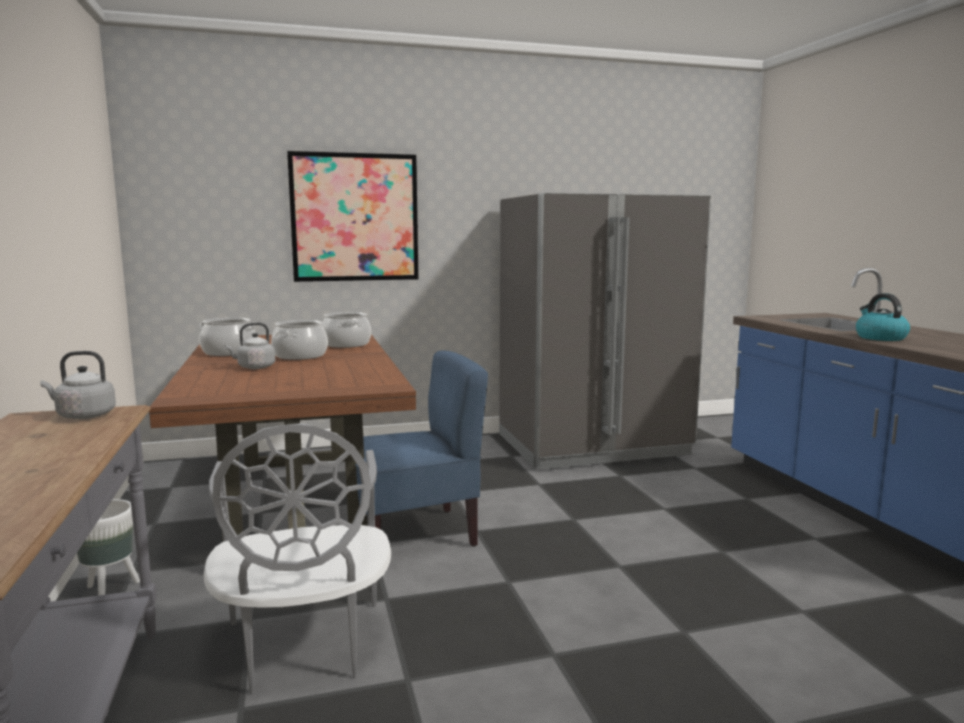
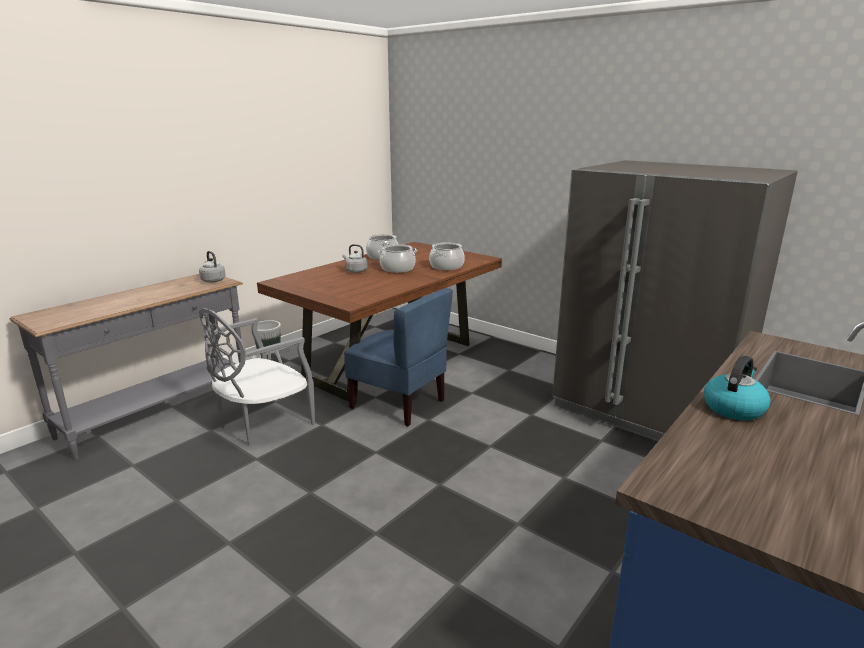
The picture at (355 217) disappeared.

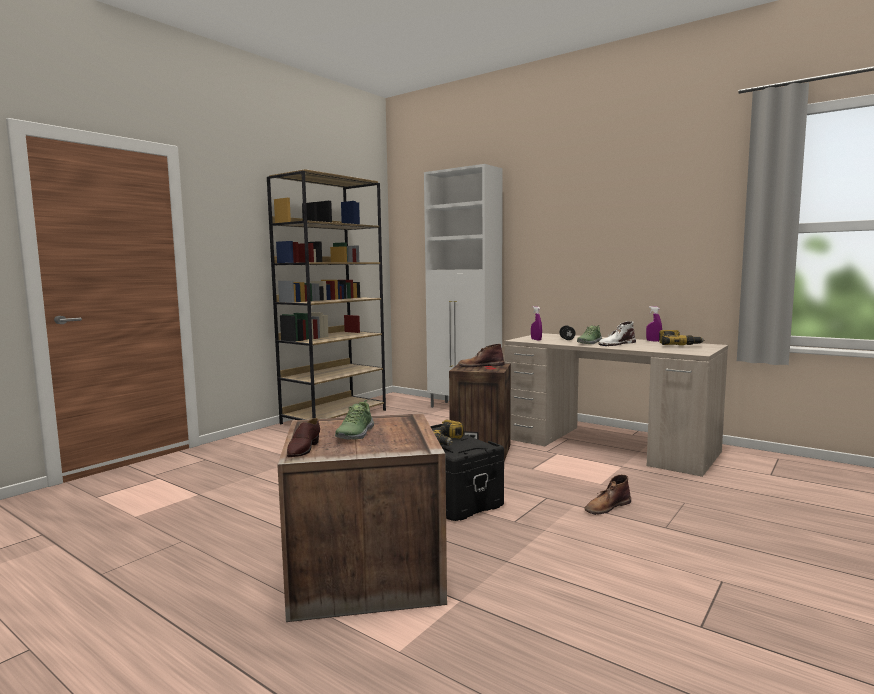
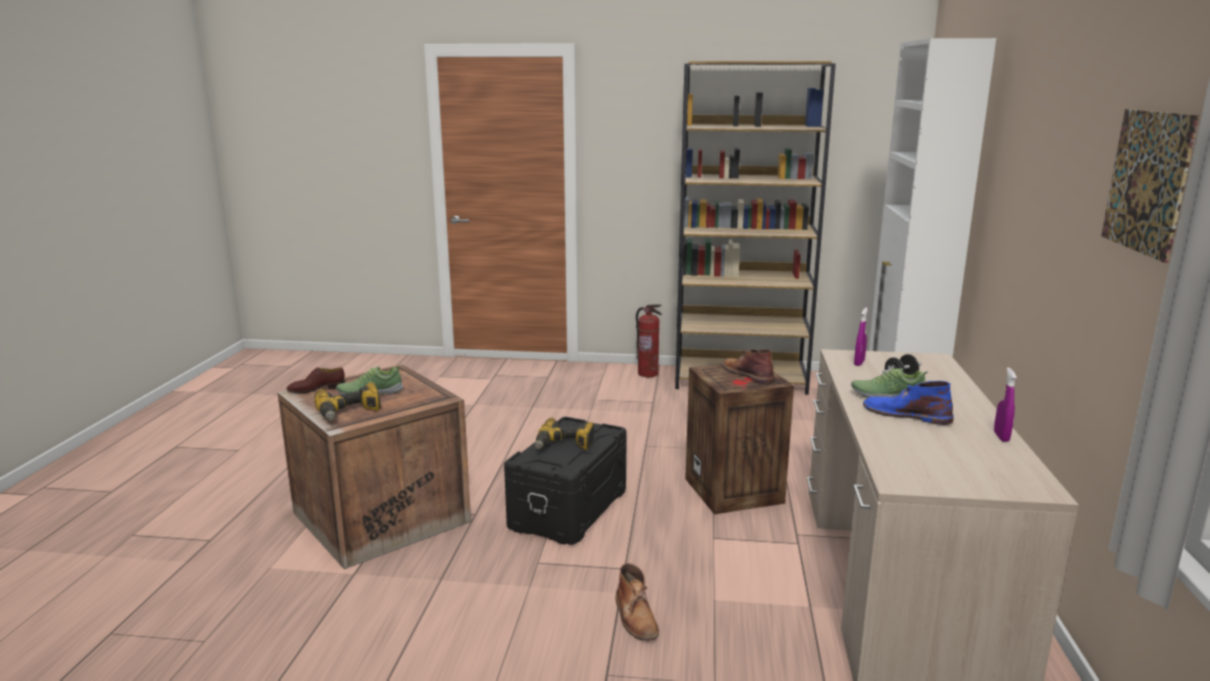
The fire extinguisher at (648 373) appeared.
The picture at (1147 182) appeared.
The power drill moved from (677 345) to (349 412).
The white boot at (616 344) became the blue boot at (906 414).
The brown boot at (607 506) turned 135 degrees counterclockwise.

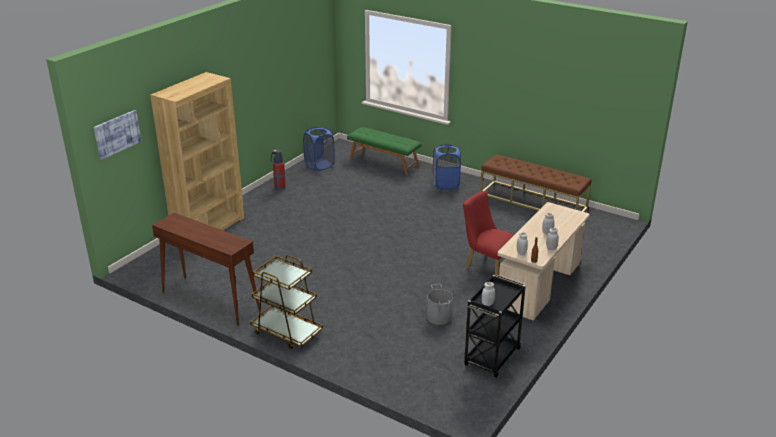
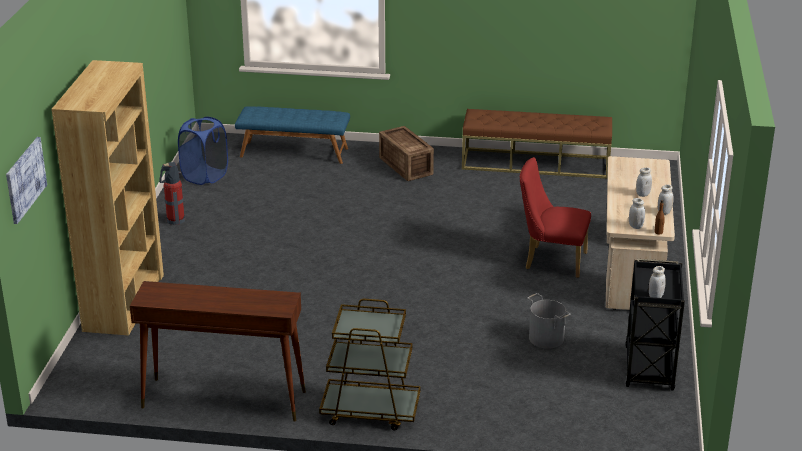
The blue laundry basket at (445 184) was replaced by the crate at (406 165).
The green bench at (384 162) became the blue bench at (294 152).

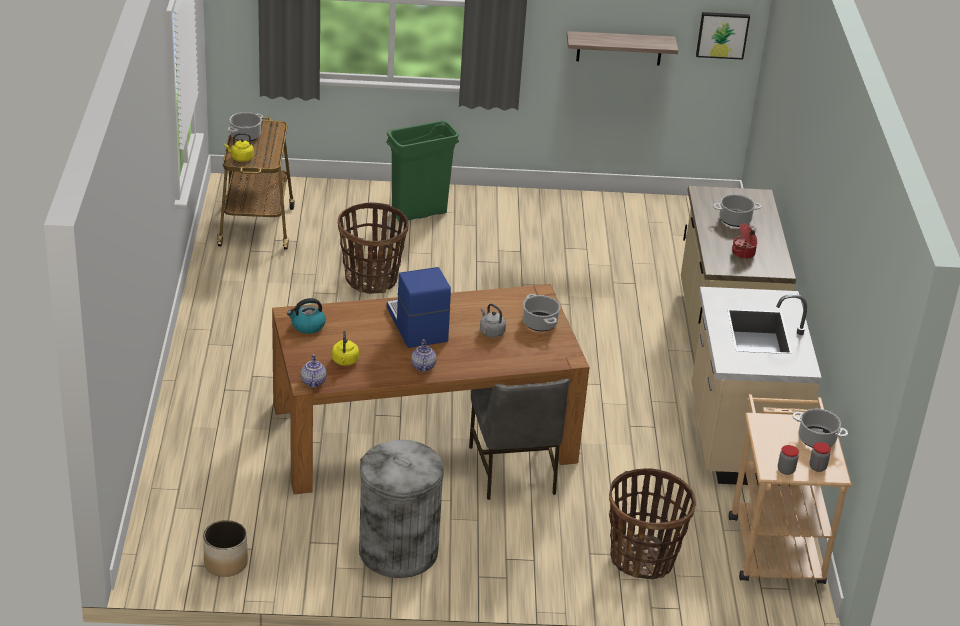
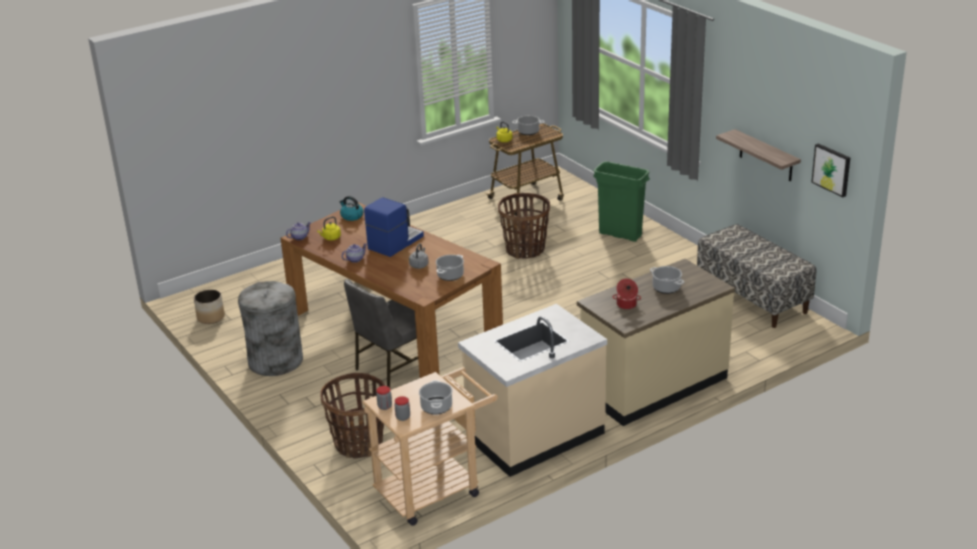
The bench at (753 298) appeared.

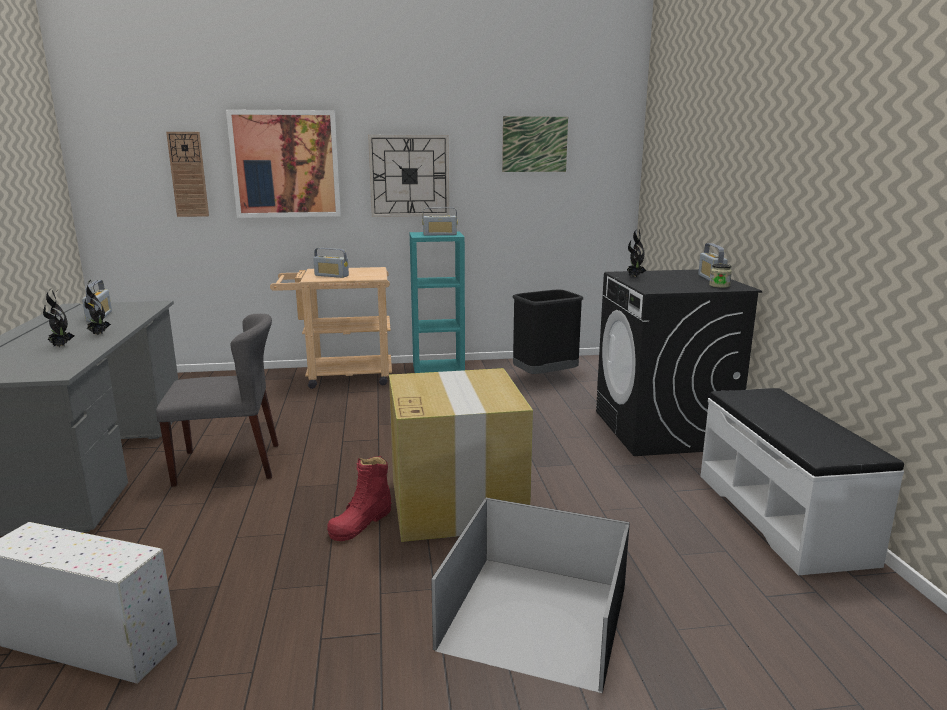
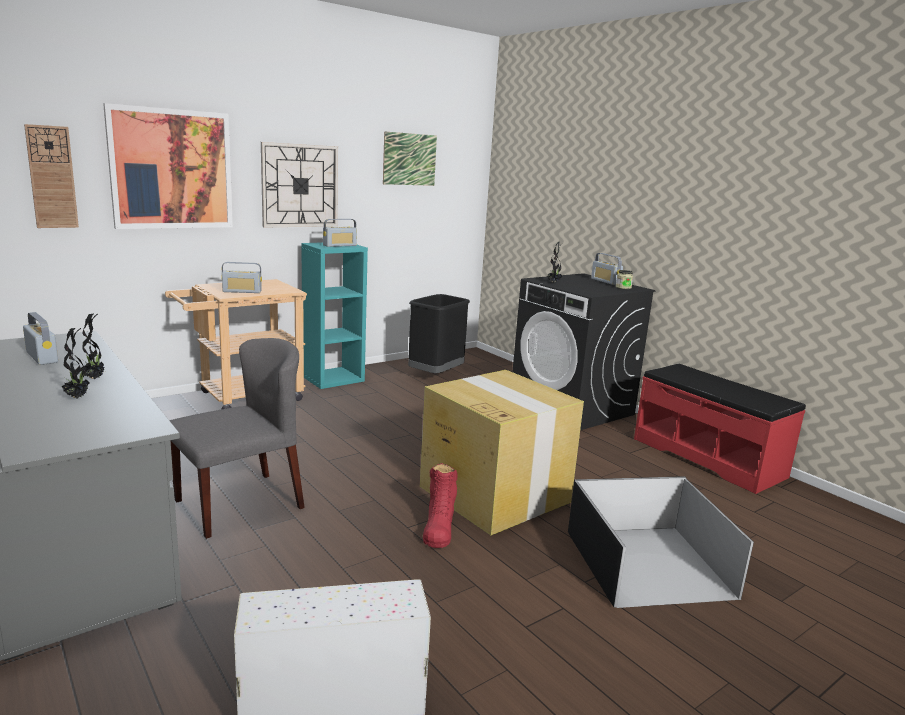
The white bench at (782 516) became the red bench at (708 457).

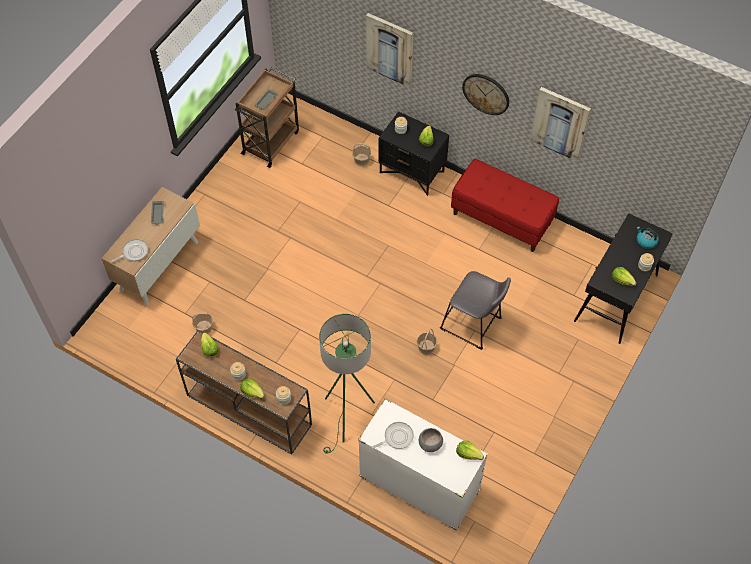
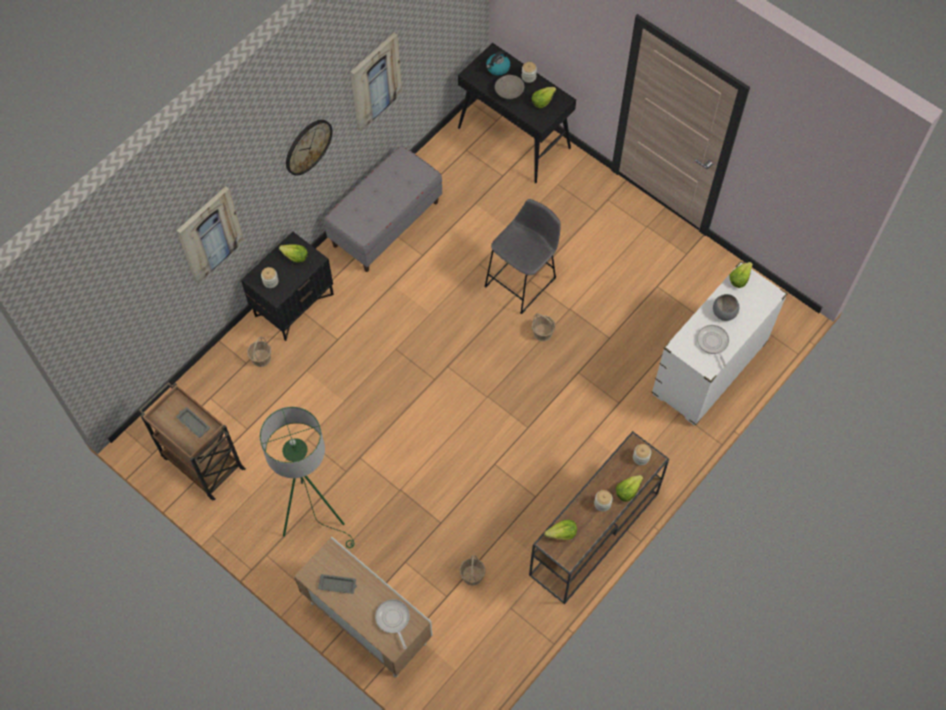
The grey bowl at (509 91) appeared.
The green floor lamp moved from (347 418) to (315 515).
The red bench at (502 218) became the grey bench at (385 223).

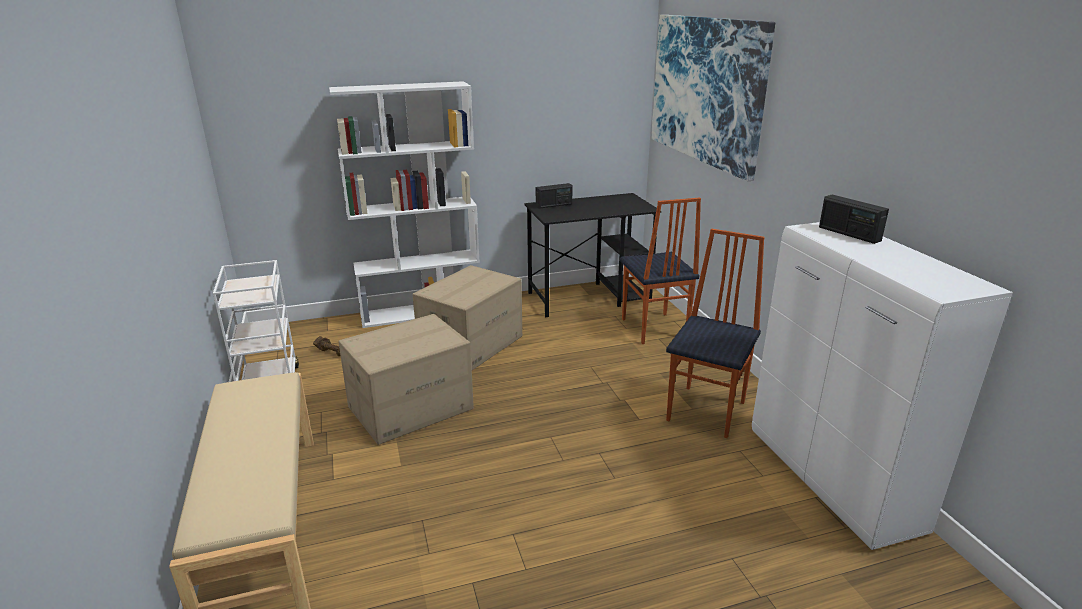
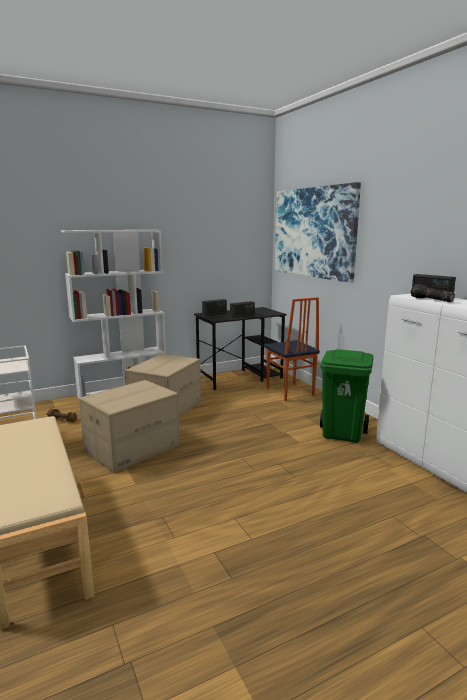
The radio at (242 316) appeared.
The flashlight at (430 300) appeared.
The chair at (707 411) was replaced by the green trash can at (343 434).

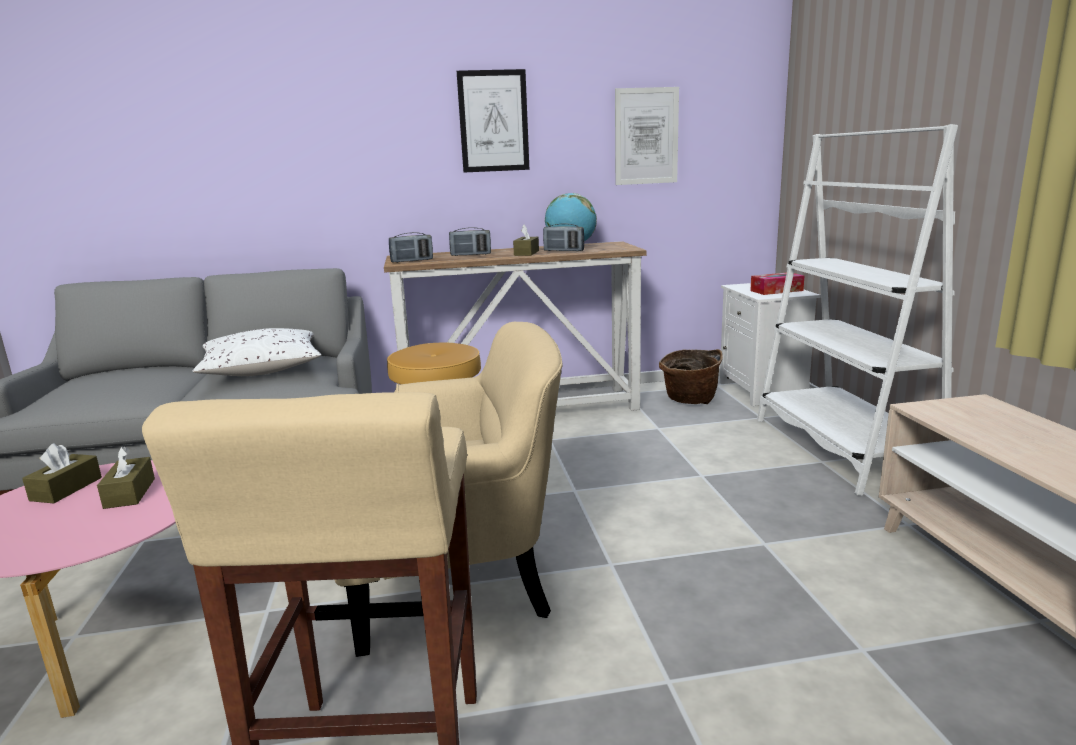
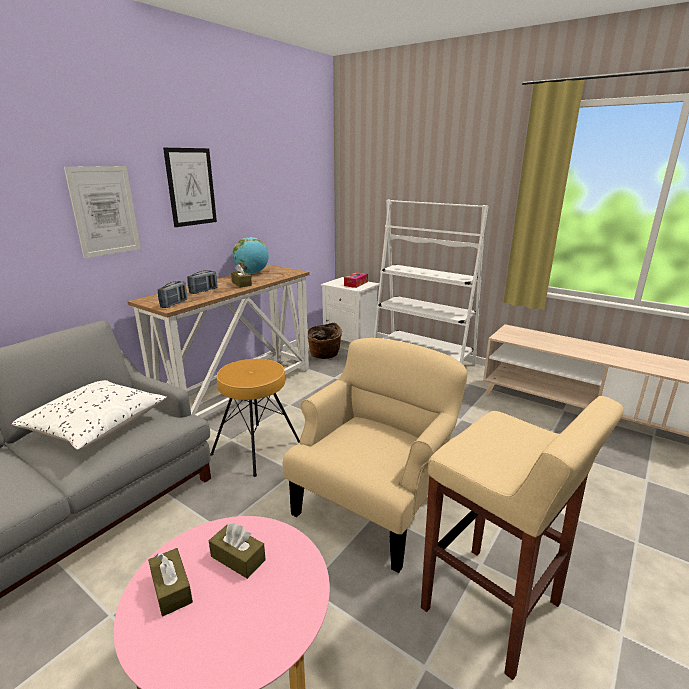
The radio at (563 251) disappeared.
The picture moved from (646 136) to (104 211).

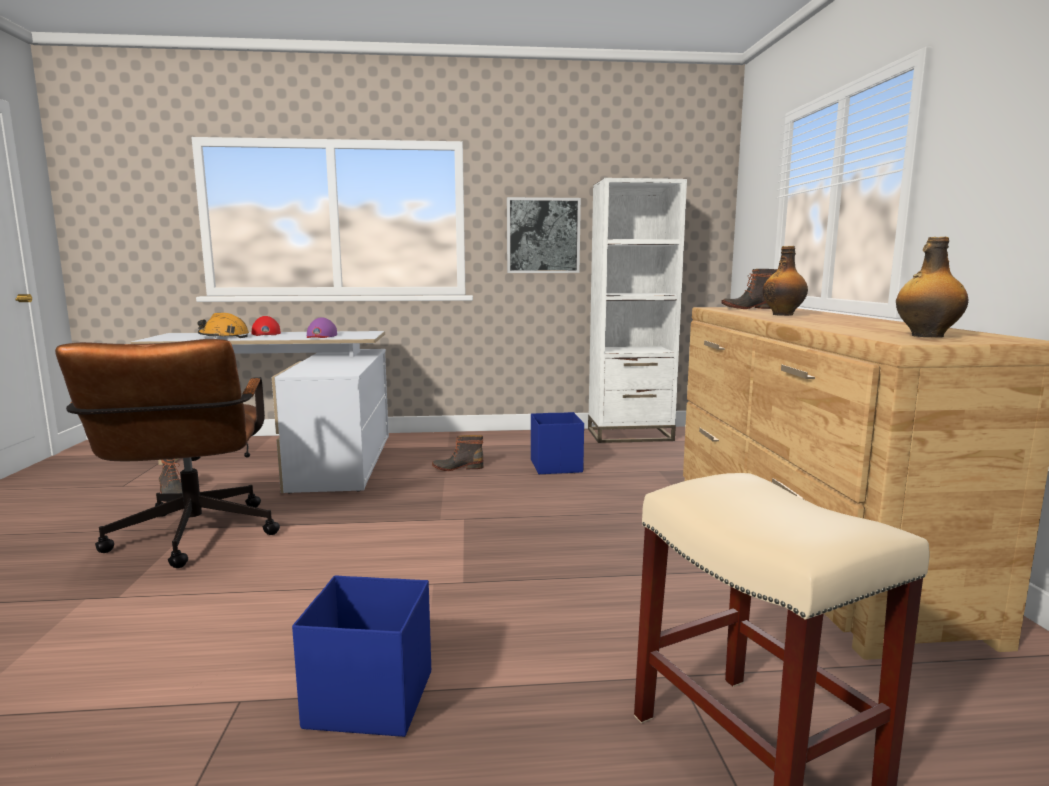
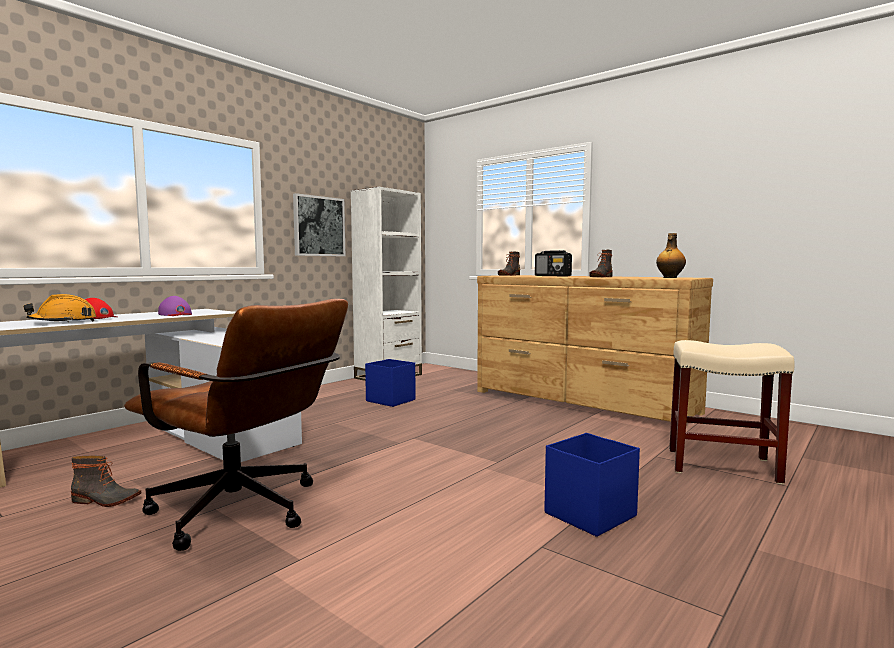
The boot moved from (457 467) to (600 276).
The bottle at (783 314) was replaced by the radio at (553 276).

